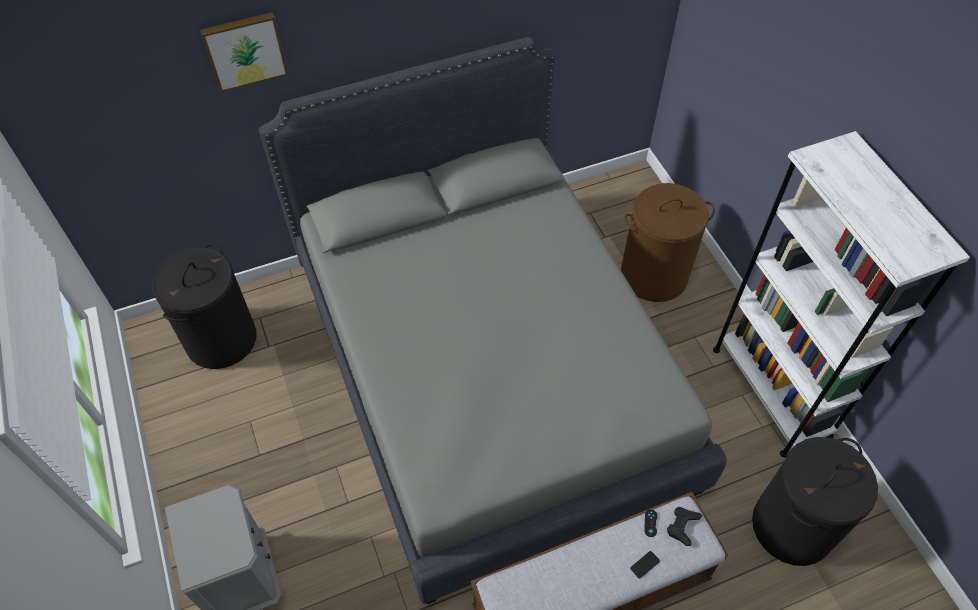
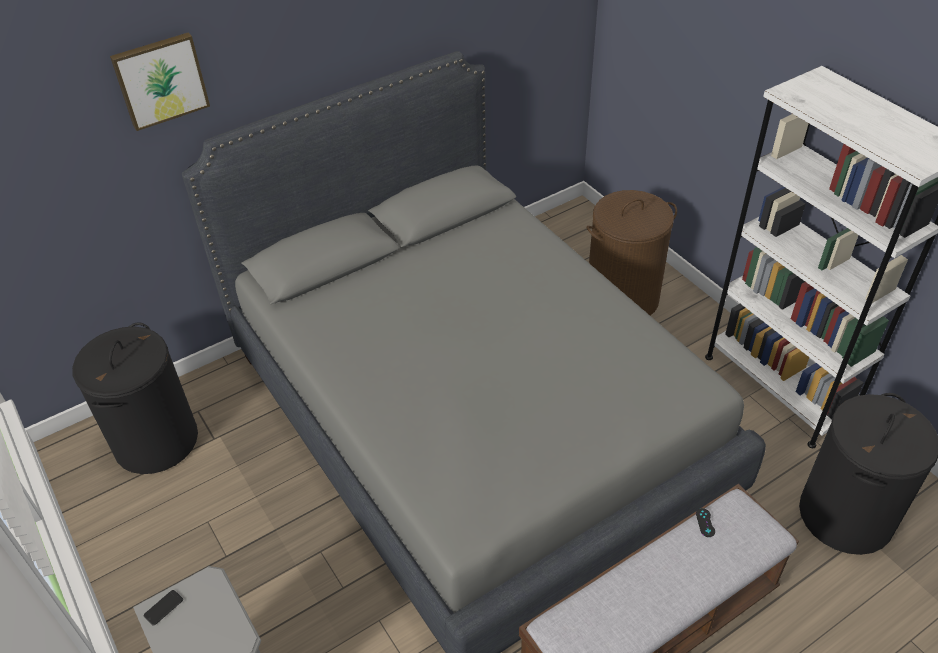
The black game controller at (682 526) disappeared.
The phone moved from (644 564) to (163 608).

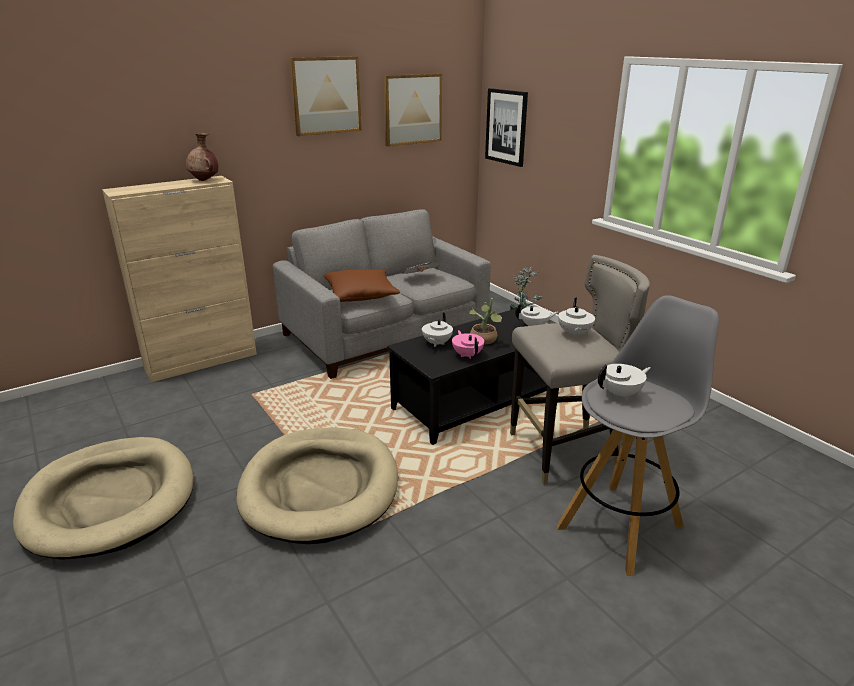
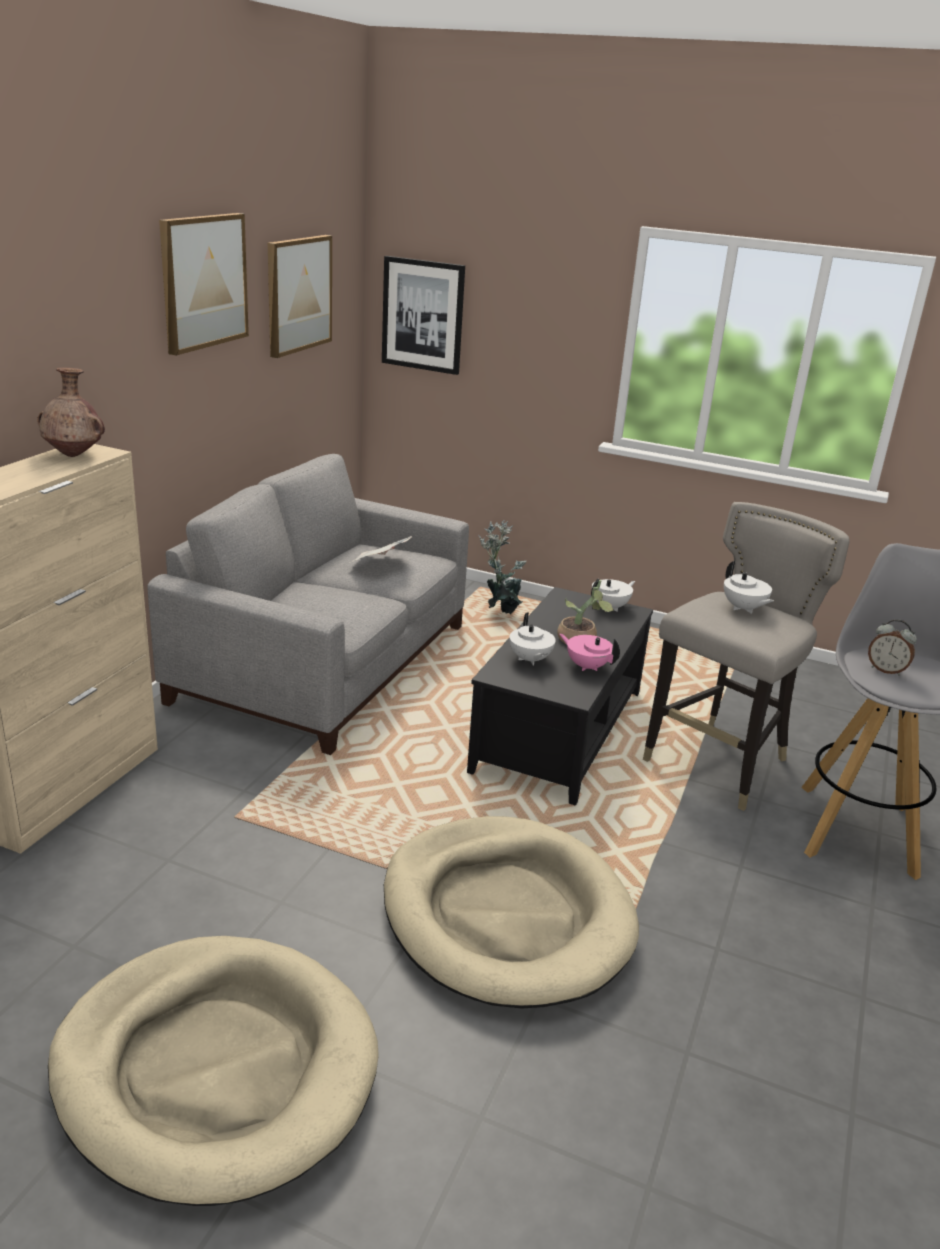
The brown pillow at (360 295) disappeared.
The white teapot at (621 394) was replaced by the alarm clock at (886 670).

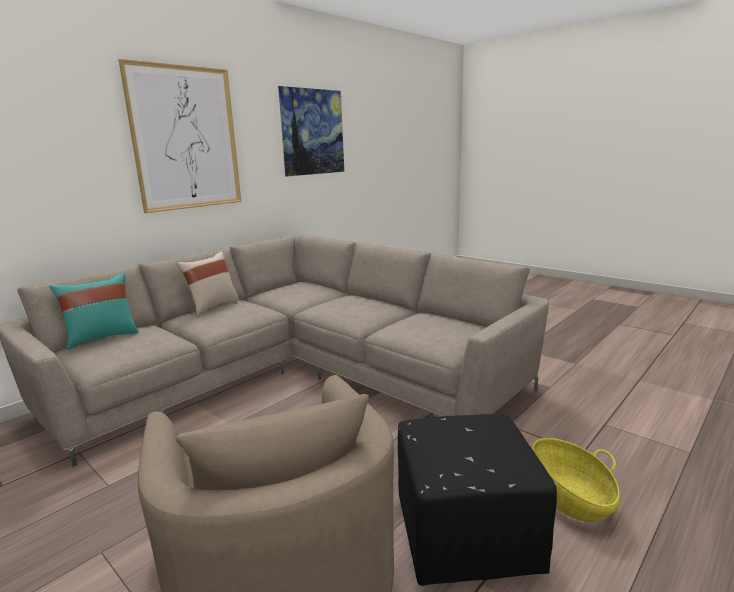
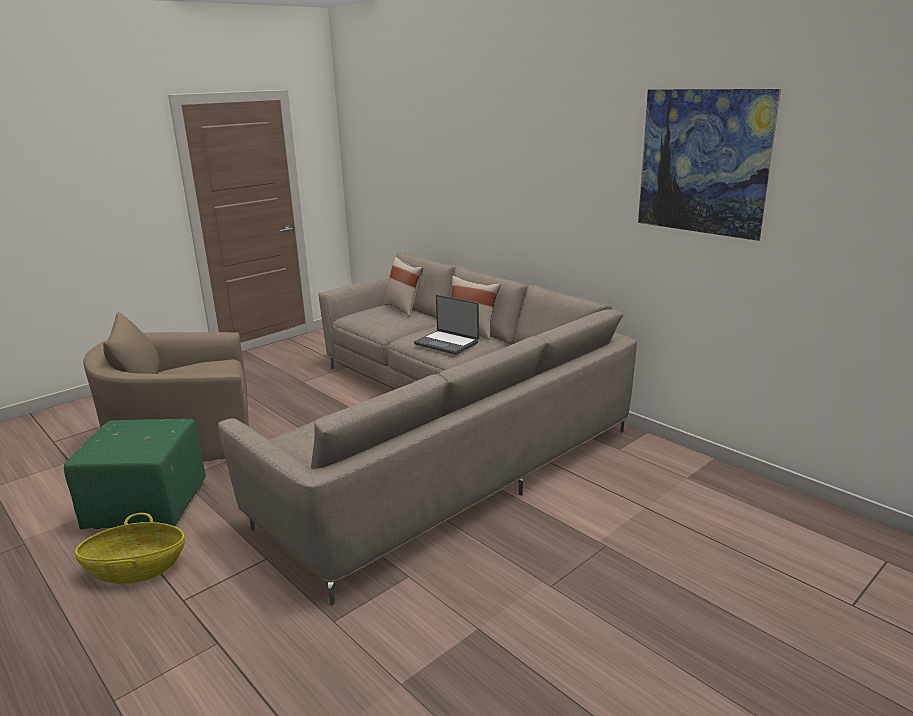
The picture at (186 138) disappeared.
The laptop at (447 343) appeared.
The turquoise pillow at (102 338) became the beige pillow at (404 308).
The black ottoman at (464 534) became the green ottoman at (149 506).

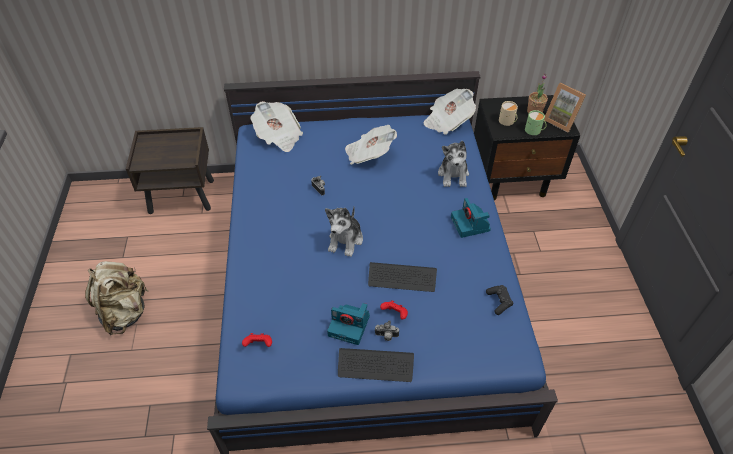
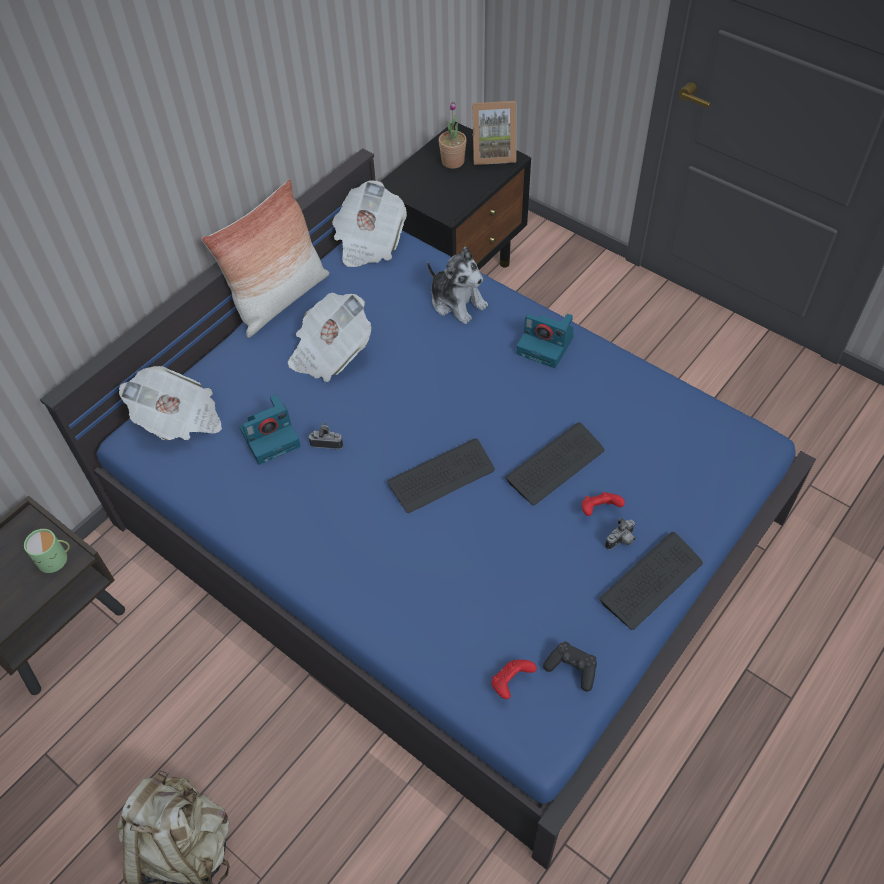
The beige mug at (507 121) disappeared.
The pillow at (280 299) appeared.
The photo camera moved from (350 325) to (271 437).
The black game controller moved from (499 302) to (572 668).
The green mug moved from (534 130) to (56 559).
The plush toy at (345 240) was replaced by the keyboard at (441 477).

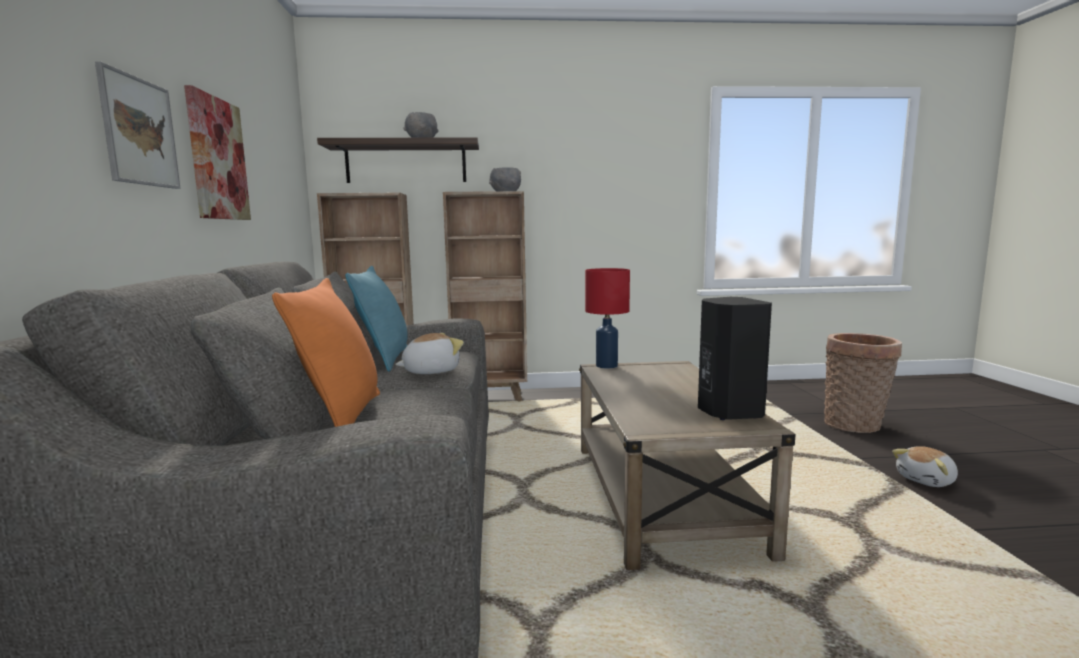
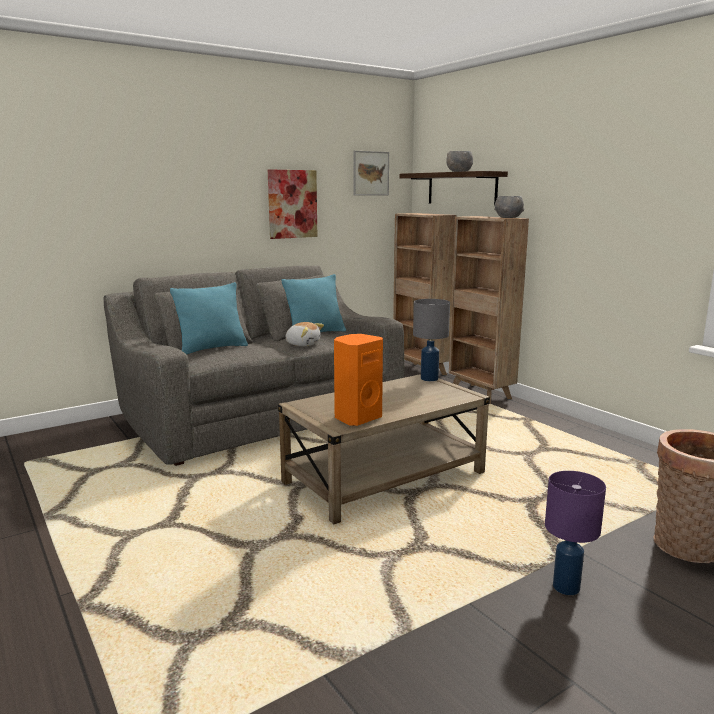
The picture moved from (139 131) to (371 173).
The plush toy at (927 480) was replaced by the purple table lamp at (566 588).
The orange pillow at (342 417) became the turquoise pillow at (212 348).
The red table lamp at (606 366) became the grey table lamp at (428 378).
The black speaker at (727 412) became the orange speaker at (356 418).

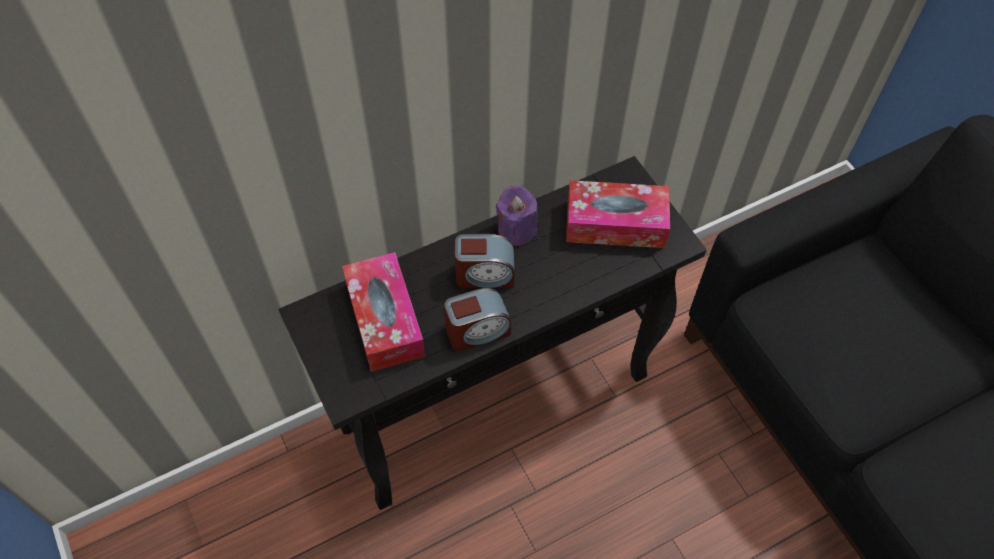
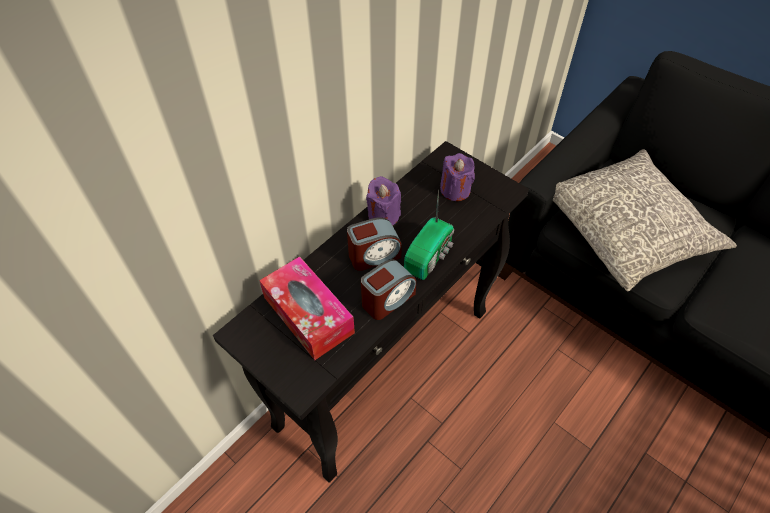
The radio at (430 255) appeared.
The grey pillow at (627 229) appeared.
The tissue box at (615 224) was replaced by the purple candle at (455 190).

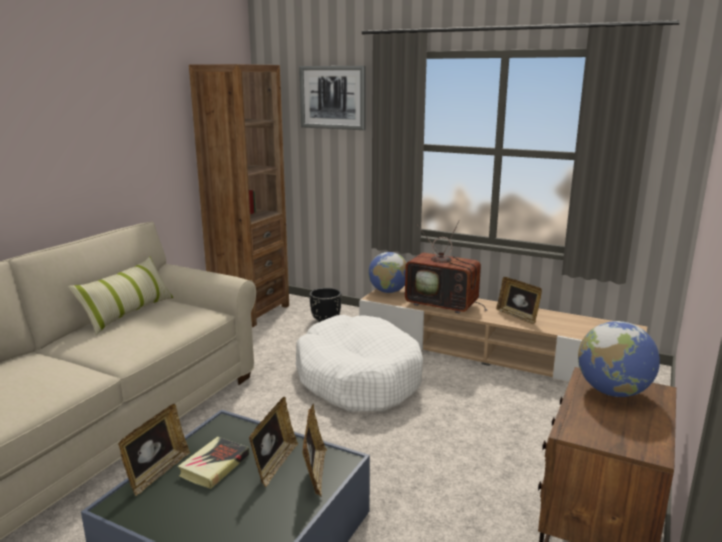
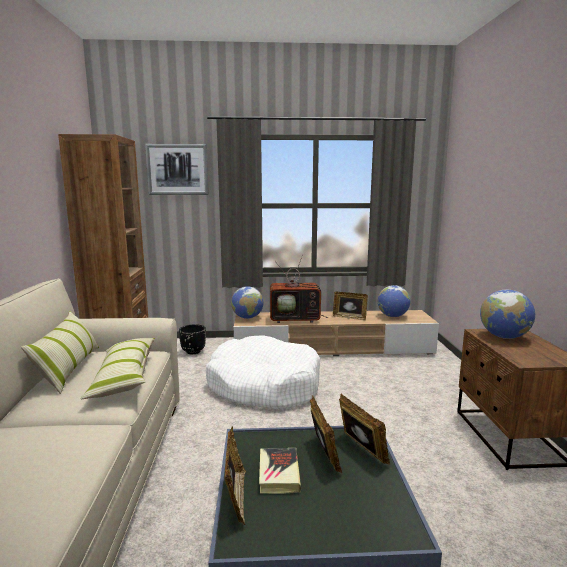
The pillow at (124 377) appeared.
The globe at (392 316) appeared.

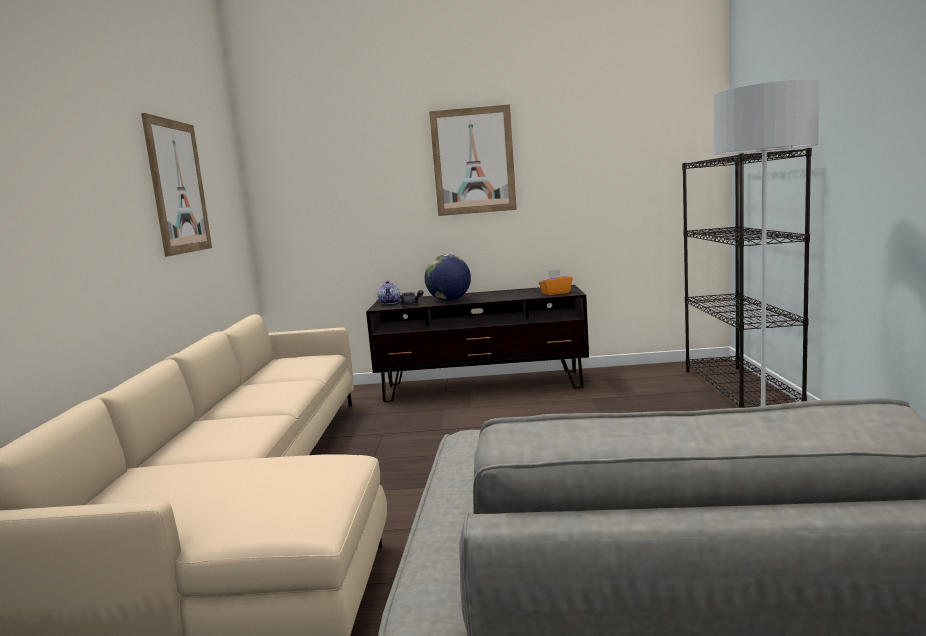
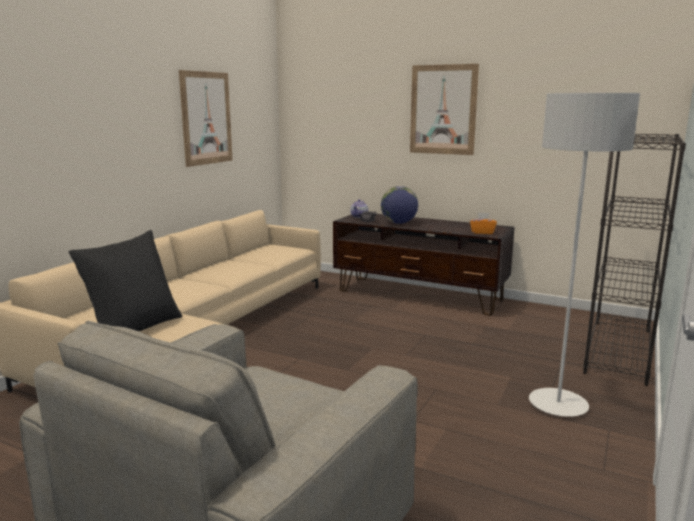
The black pillow at (134 329) appeared.

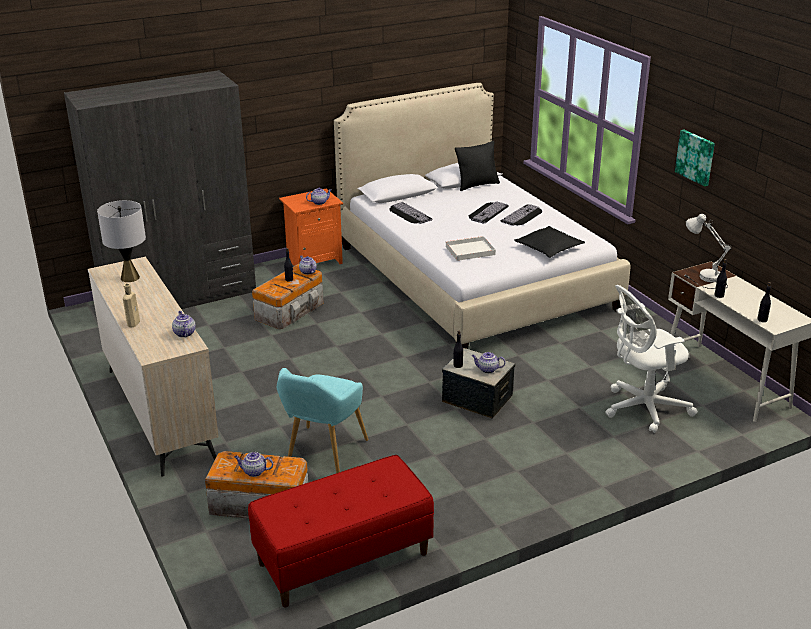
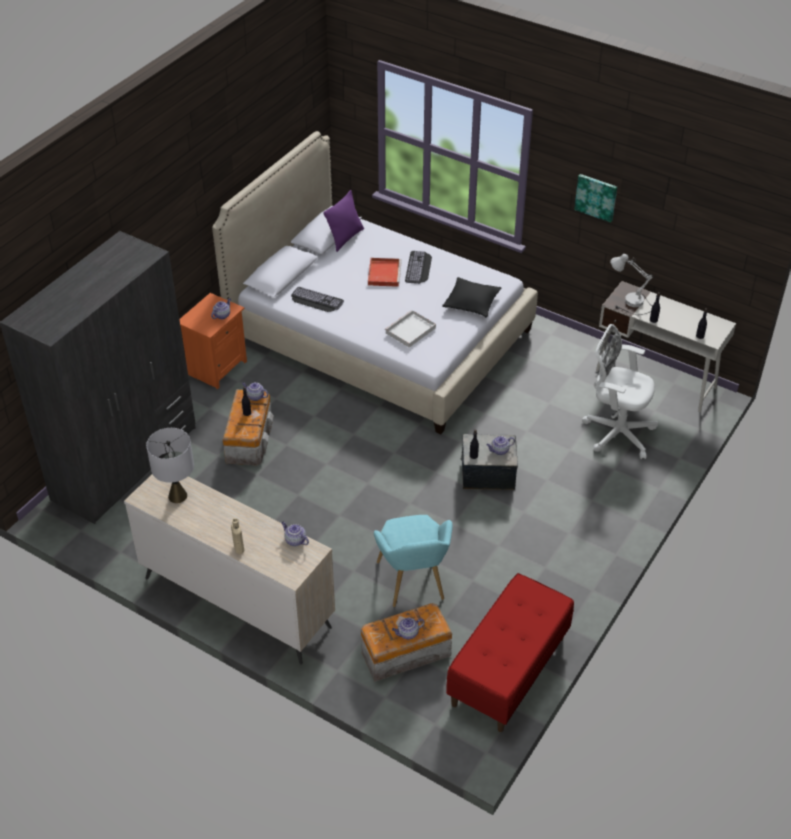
The keyboard at (487 212) was replaced by the red tray at (384 273).
The black pillow at (477 185) became the purple pillow at (345 238).
The white office chair at (642 408) turned 75 degrees clockwise.

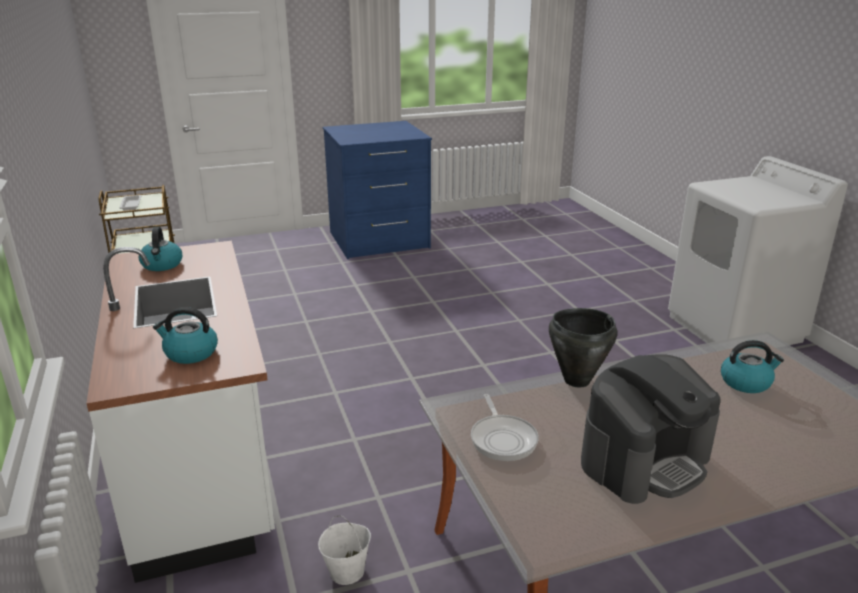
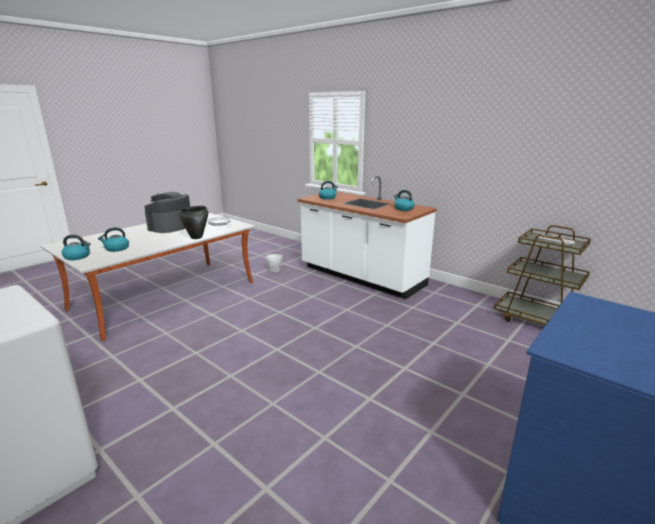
The kettle at (77 256) appeared.

